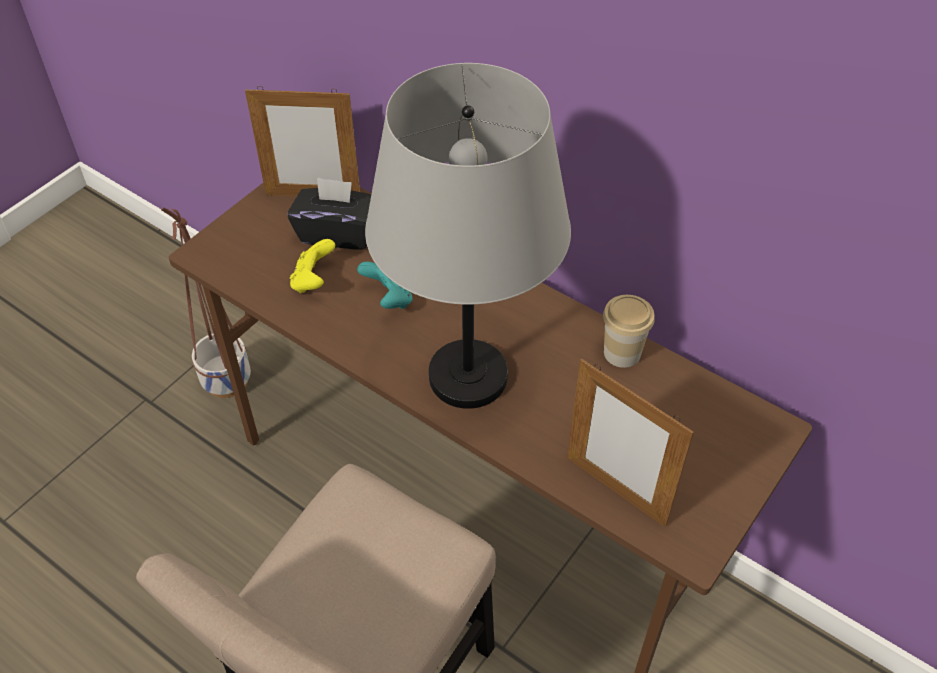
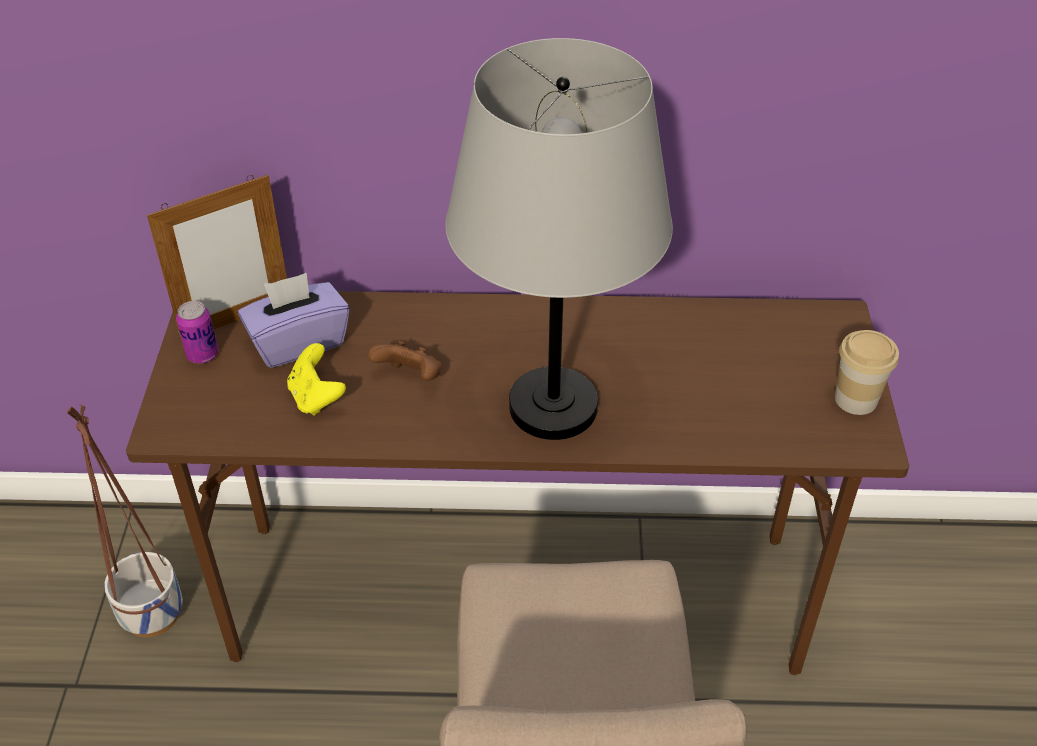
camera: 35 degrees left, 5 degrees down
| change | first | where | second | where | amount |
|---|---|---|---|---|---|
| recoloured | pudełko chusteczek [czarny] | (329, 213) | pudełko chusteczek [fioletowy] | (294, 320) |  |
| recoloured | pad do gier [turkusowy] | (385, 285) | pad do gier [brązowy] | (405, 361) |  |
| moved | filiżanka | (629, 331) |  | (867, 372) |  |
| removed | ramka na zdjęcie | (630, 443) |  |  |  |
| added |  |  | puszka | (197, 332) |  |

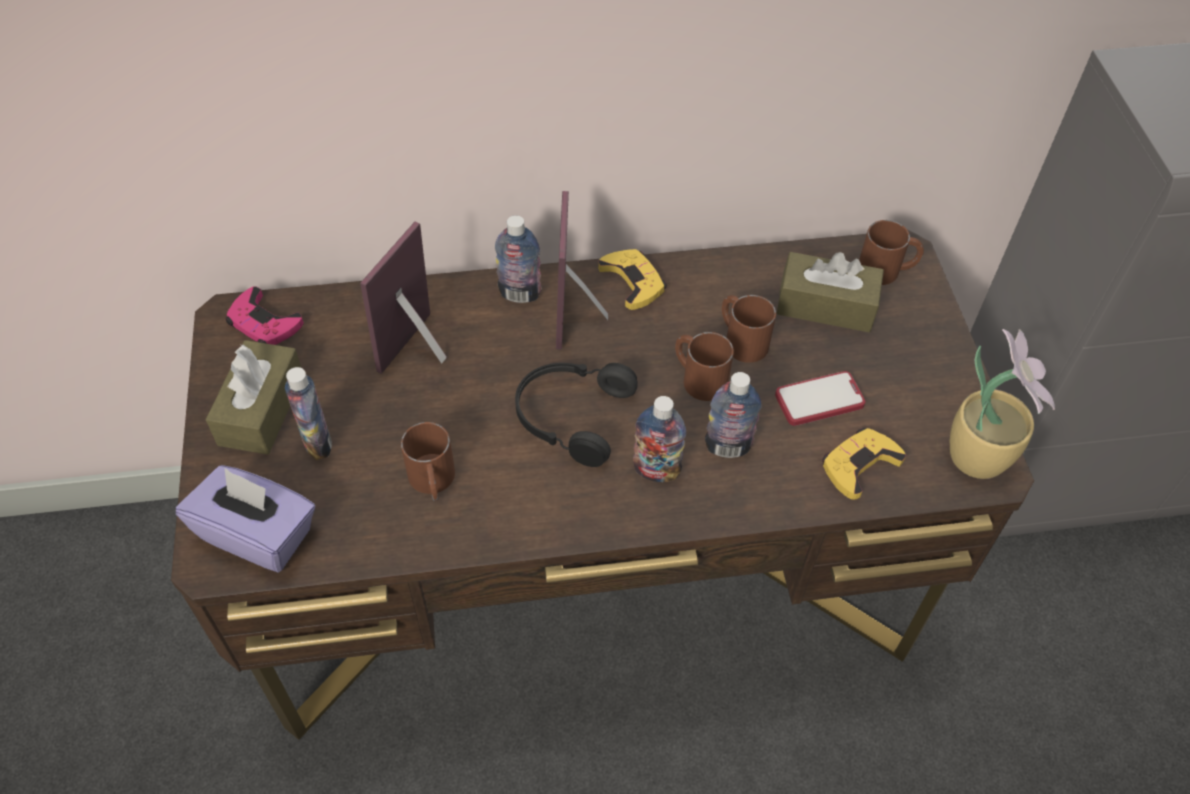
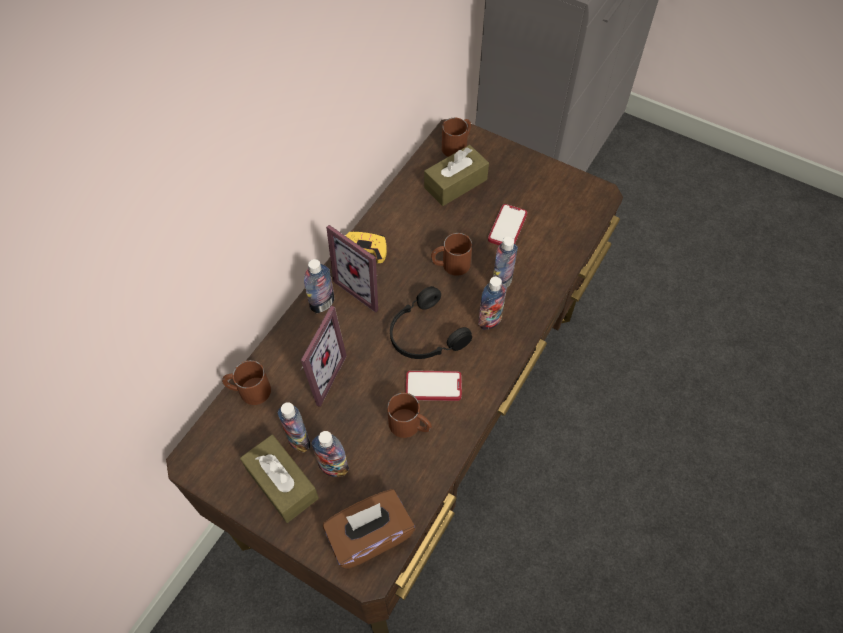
camera: 50 degrees left, 5 degrees up
| change | first | where | second | where | amount |
|---|---|---|---|---|---|
| turned | ramka na zdjęcie | (403, 298) |  | (324, 356) | 135 degrees counterclockwise |
| removed | pad do gier [różowy] | (265, 315) |  |  |  |
| moved | kubek [brązowy] | (749, 329) |  | (246, 382) |  |
| removed | roślina doniczkowa | (1002, 404) |  |  |  |
| removed | pad do gier [żółty] | (864, 464) |  |  |  |
| recoloured | pudełko chusteczek [fioletowy] | (245, 519) | pudełko chusteczek [brązowy] | (369, 529) |  |
| added |  |  | telefon | (434, 386) |  |
| added |  |  | butelka | (294, 427) |  |

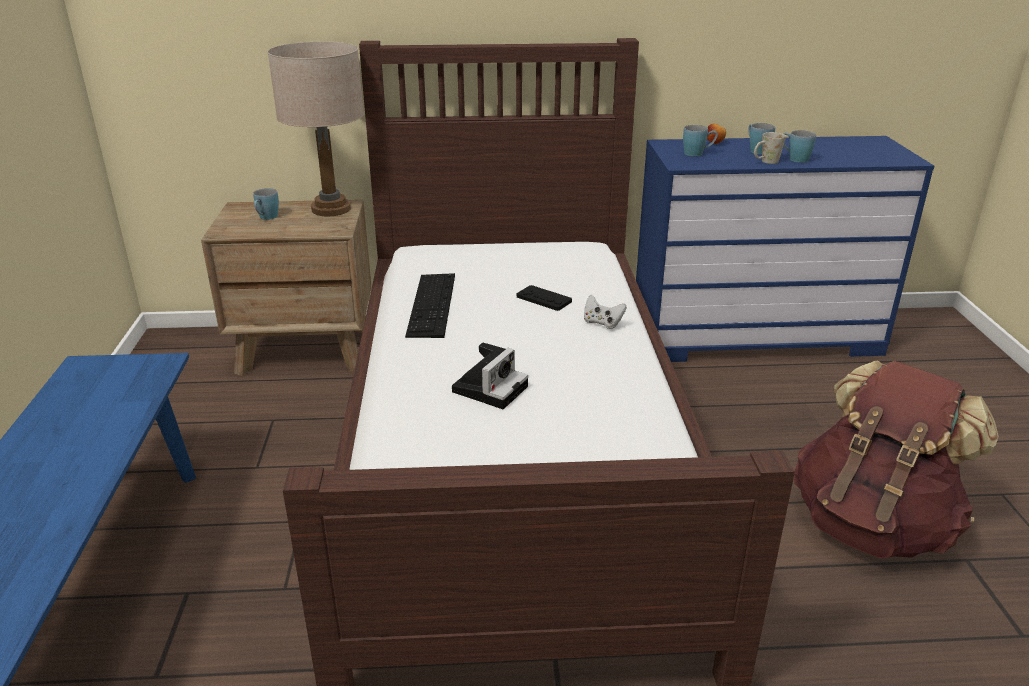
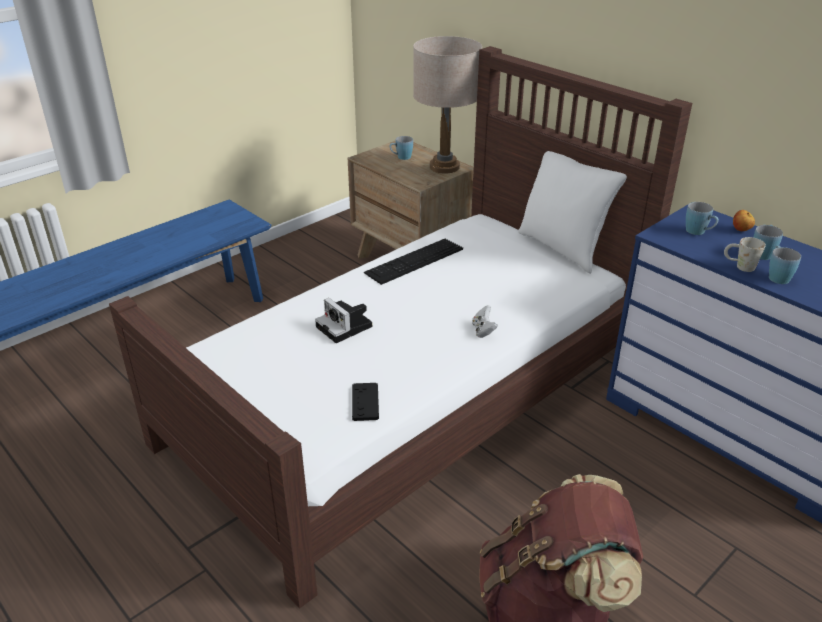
camera: 50 degrees right, 5 degrees up
| change | first | where | second | where | amount |
|---|---|---|---|---|---|
| moved | pad do gier [czarny] | (544, 298) |  | (365, 402) |  |
| turned | aparat fotograficzny | (490, 376) |  | (343, 320) | 60 degrees clockwise |
| added |  |  | poduszka [biały] | (572, 212) |  |

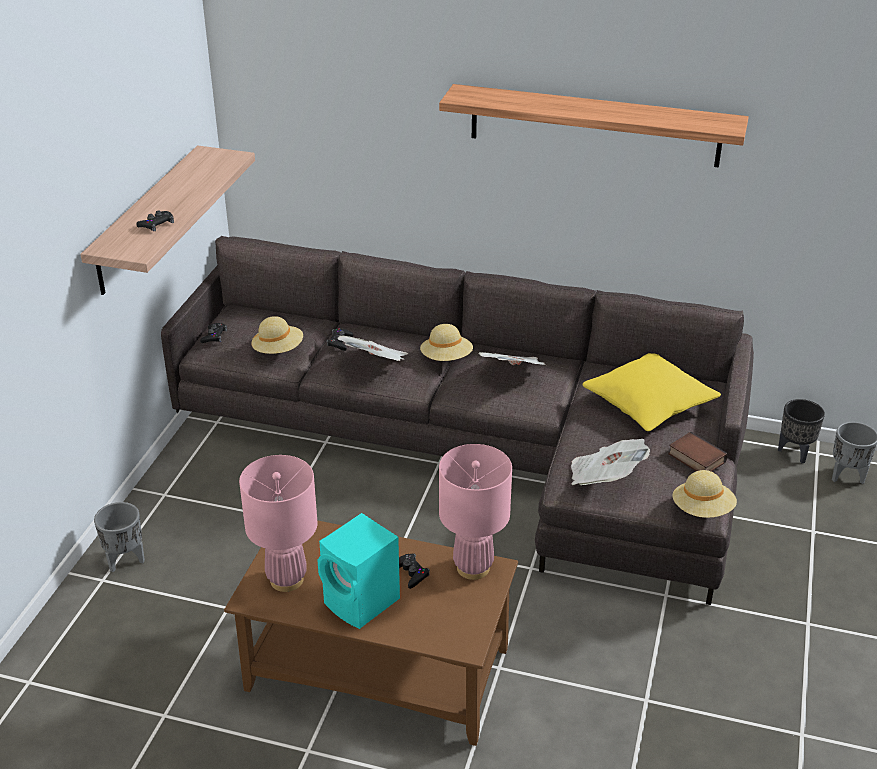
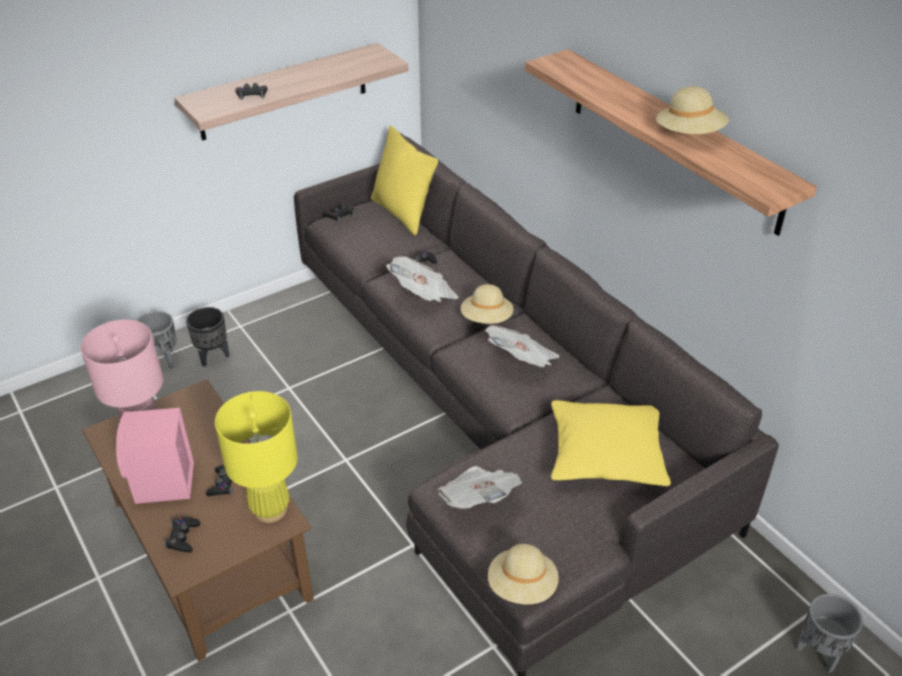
camera: 40 degrees right, 5 degrees up
| change | first | where | second | where | amount |
|---|---|---|---|---|---|
| moved | kapelusz [beżowy] | (277, 335) |  | (692, 110) |  |
| moved | donica [czarny] | (801, 431) |  | (207, 337) |  |
| removed | książka | (697, 452) |  |  |  |
| recoloured | lampa stołowa [różowy] | (475, 512) | lampa stołowa [żółty] | (256, 457) |  |
| recoloured | głośnik [turkusowy] | (358, 571) | głośnik [różowy] | (155, 456) |  |
| added |  |  | poduszka [żółty] | (404, 180) |  |
| added |  |  | pad do gier [czarny] | (182, 535) |  |

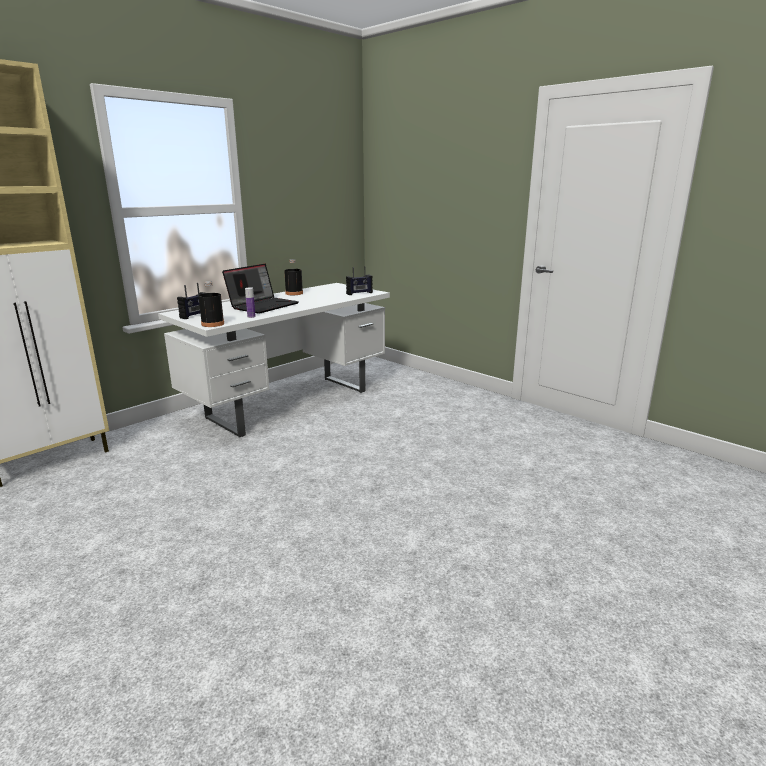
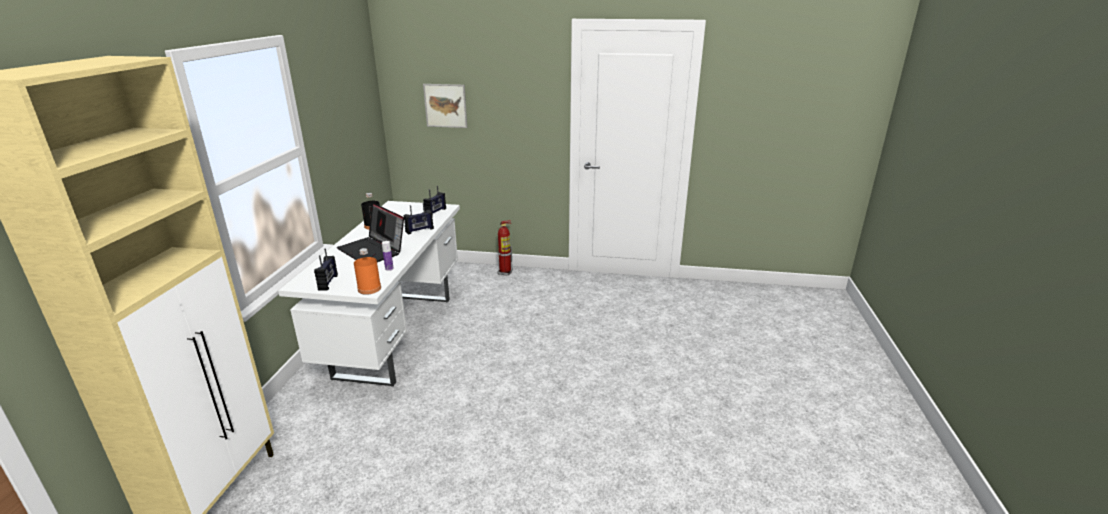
camera: 35 degrees left, 5 degrees up
| change | first | where | second | where | amount |
|---|---|---|---|---|---|
| turned | laptop | (260, 289) |  | (370, 232) | 135 degrees clockwise |
| recoloured | butelka [czarny] | (211, 304) | butelka [pomarańczowy] | (367, 271) |  |
| added |  |  | obraz | (445, 106) |  |
| added |  |  | radio | (418, 218) |  |
| added |  |  | gaśnica | (505, 248) |  |

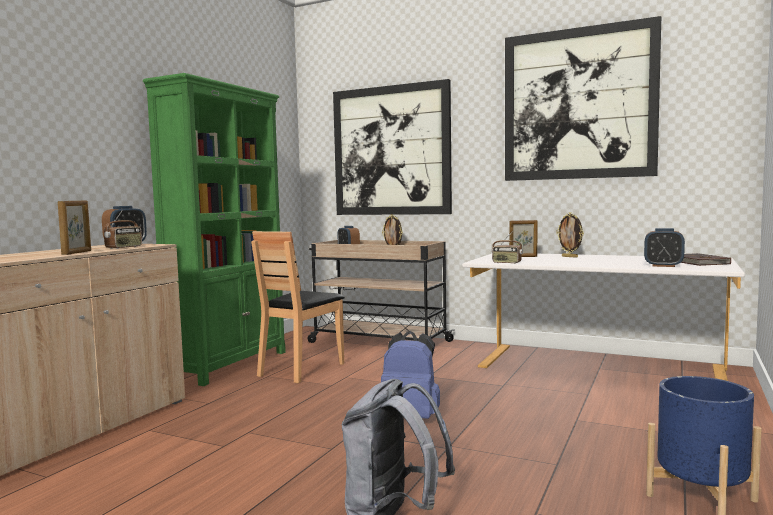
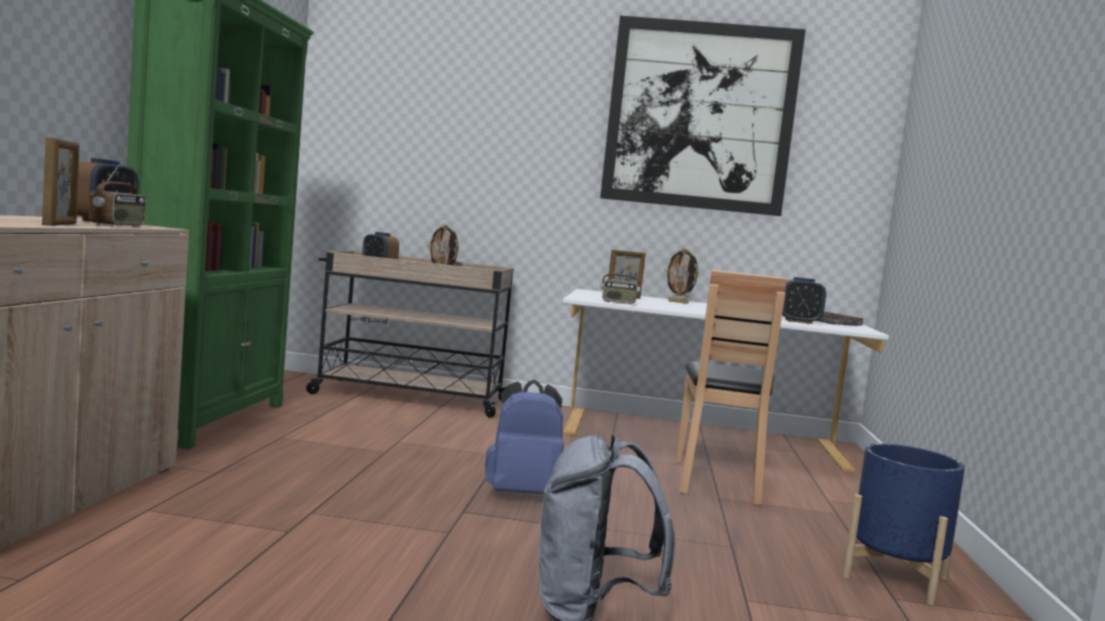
camera: 20 degrees left, 0 degrees up
| change | first | where | second | where | amount |
|---|---|---|---|---|---|
| removed | obraz | (392, 147) |  |  |  |
| moved | krzesło [brązowy] | (298, 307) |  | (731, 387) |  |

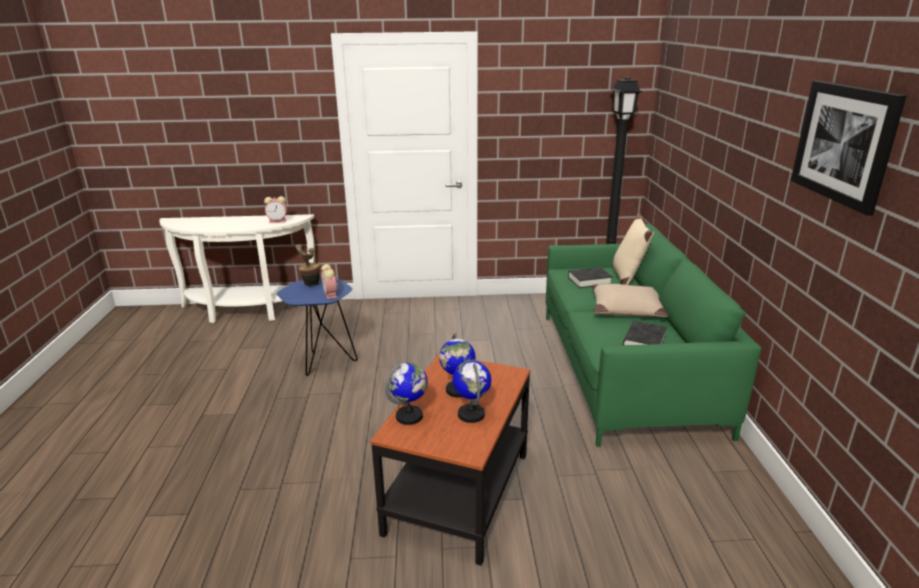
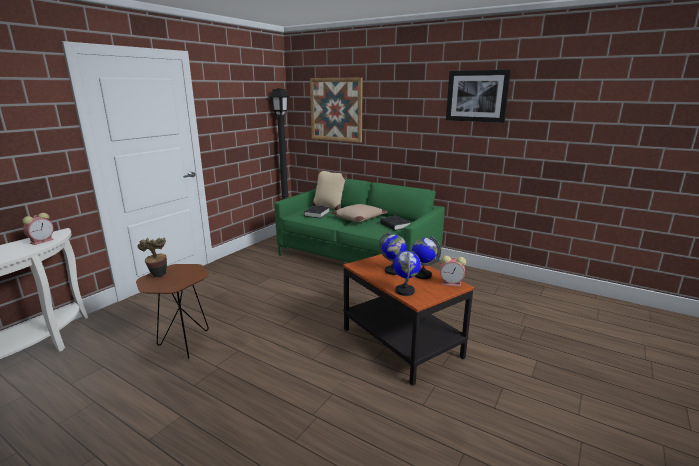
camera: 55 degrees left, 5 degrees down
| change | first | where | second | where | amount |
|---|---|---|---|---|---|
| moved | budzik | (329, 281) |  | (453, 271) |  |
| recoloured | stolik [niebieski] | (317, 327) | stolik [brązowy] | (172, 311) |  |
| added |  |  | obraz | (336, 110) |  |

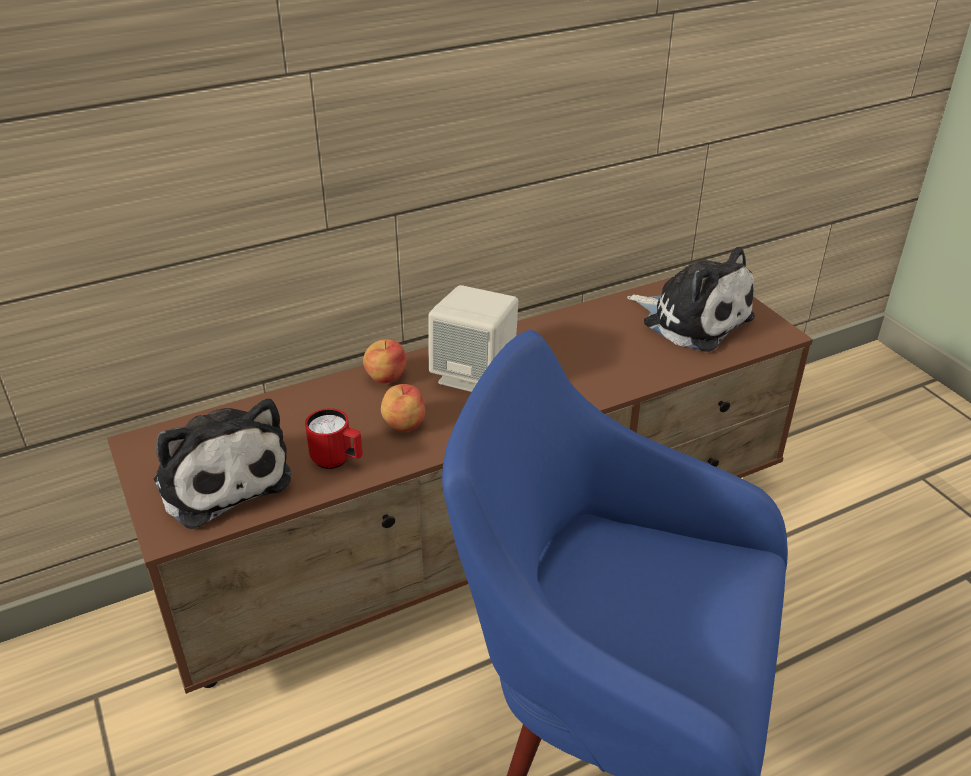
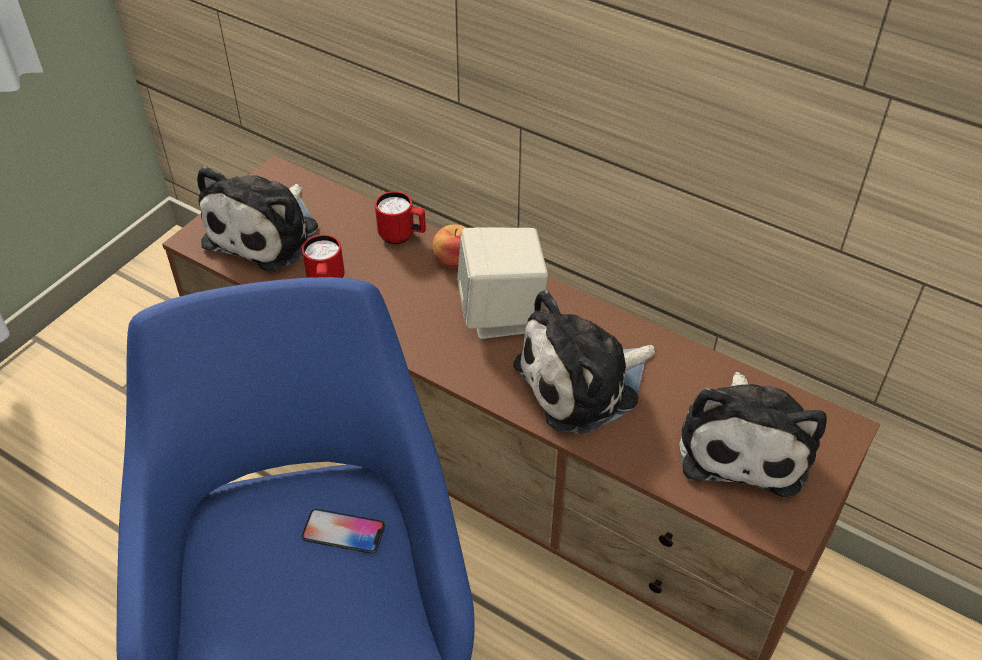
camera: 60 degrees right, 10 degrees up
| change | first | where | second | where | amount |
|---|---|---|---|---|---|
| removed | jabłko | (403, 408) |  |  |  |
| added |  |  | kubek [czerwony] | (400, 217) |  |
| added |  |  | pluszak | (584, 362) |  |
| added |  |  | telefon | (343, 531) |  |

